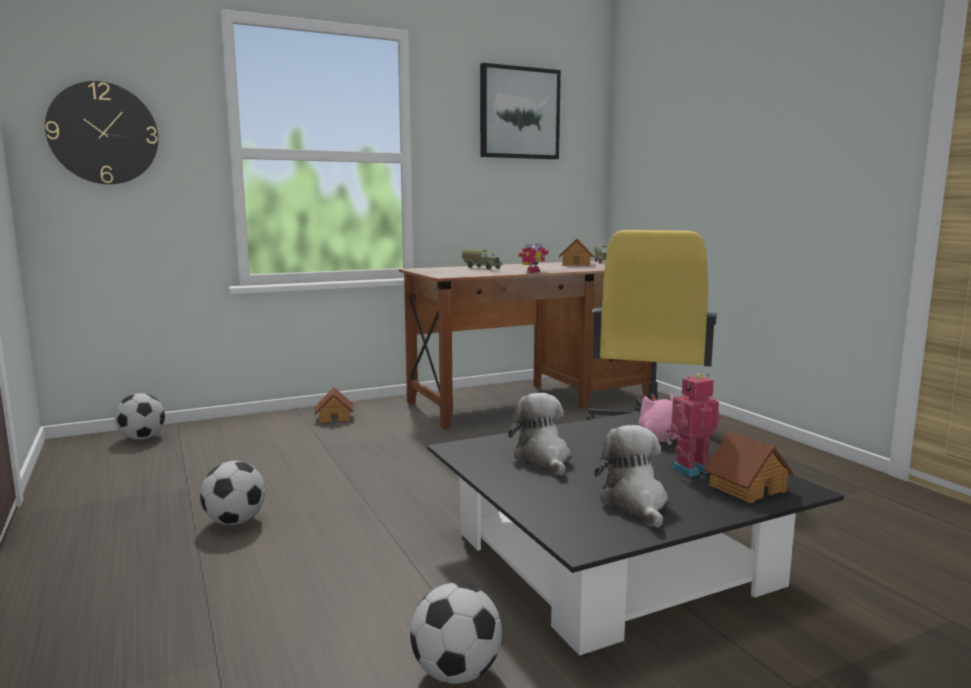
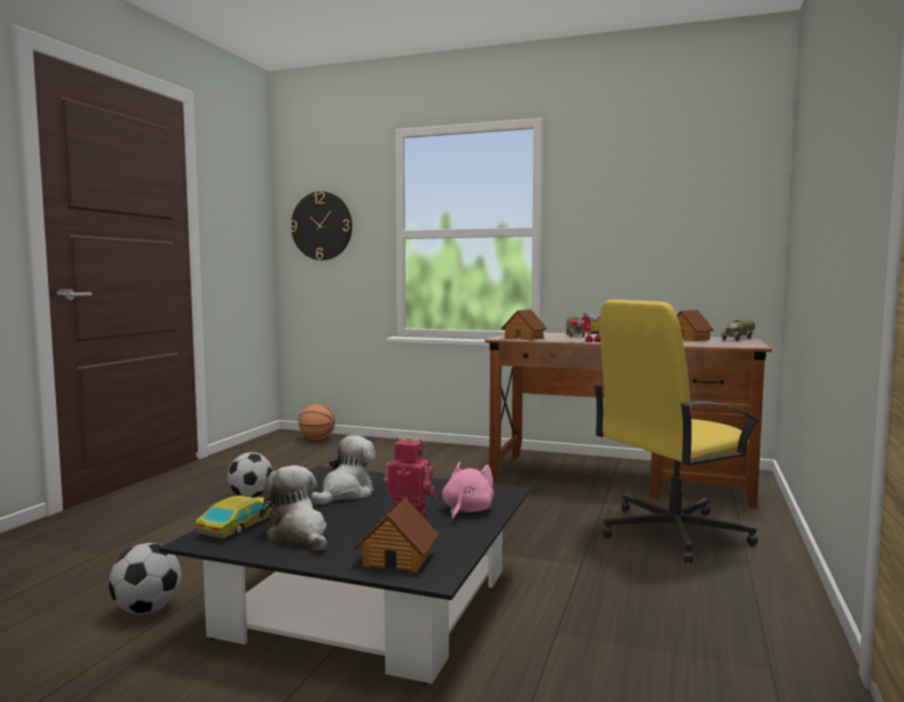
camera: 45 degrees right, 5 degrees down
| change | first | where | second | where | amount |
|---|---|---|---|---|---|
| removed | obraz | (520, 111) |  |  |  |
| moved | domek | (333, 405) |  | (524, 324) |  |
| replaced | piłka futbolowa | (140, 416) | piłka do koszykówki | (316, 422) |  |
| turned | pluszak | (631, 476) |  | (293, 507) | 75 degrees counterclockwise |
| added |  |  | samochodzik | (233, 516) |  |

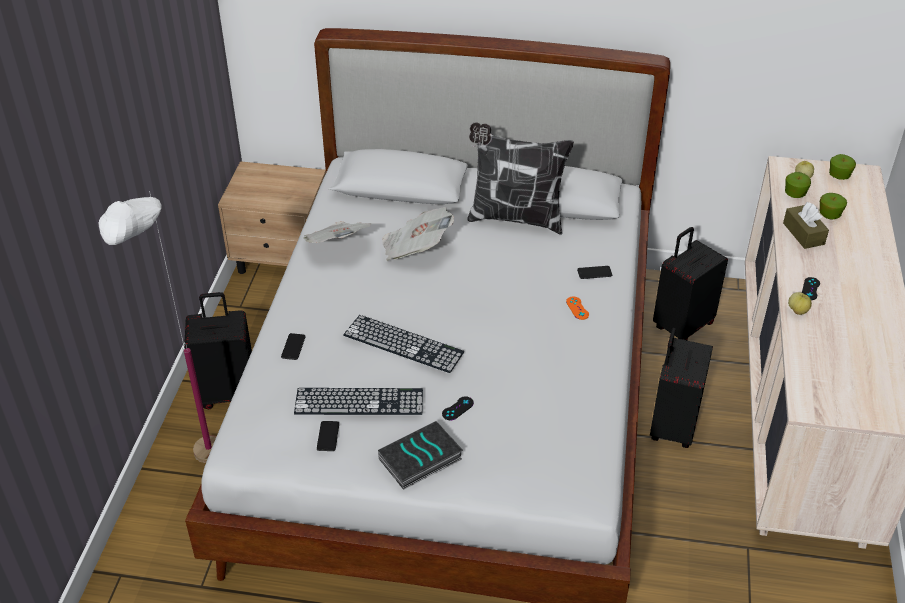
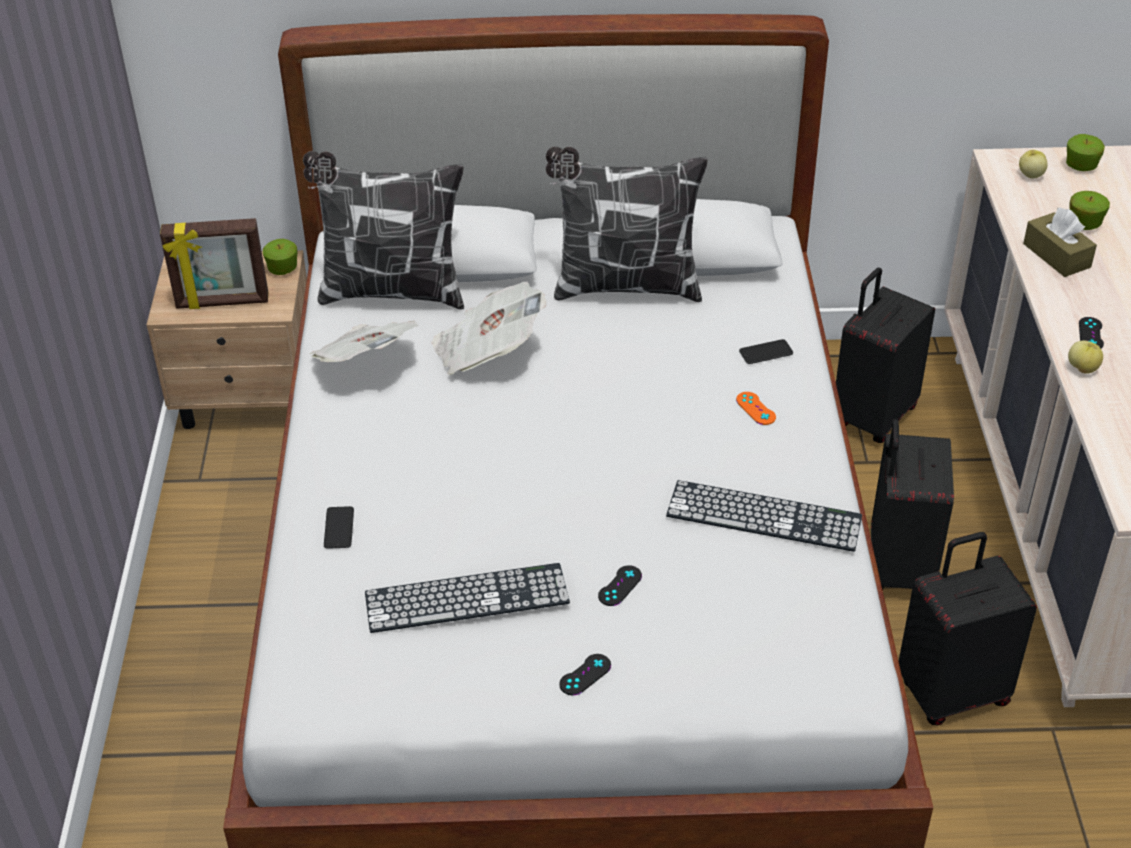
camera: 10 degrees left, 0 degrees up
| change | first | where | second | where | amount |
|---|---|---|---|---|---|
| moved | jabłko | (798, 185) |  | (280, 257) |  |
| removed | lampa stojąca [biały] | (158, 327) |  |  |  |
| moved | walizka [czarny] | (218, 350) |  | (968, 629) |  |
| moved | klawiatura | (403, 344) |  | (764, 516) |  |
| removed | telefon | (328, 436) |  |  |  |
| replaced | książka | (420, 455) | pad do gier [czarny] | (585, 674) |  |
| added |  |  | poduszka | (383, 230) |  |
| added |  |  | ramka na zdjęcie | (214, 263) |  |

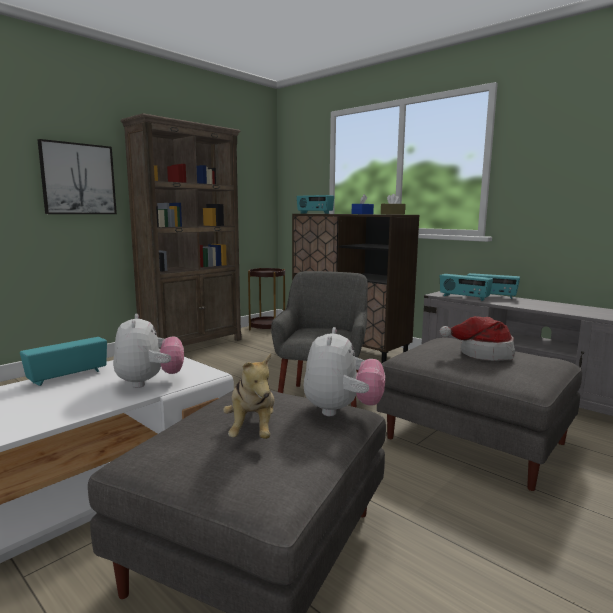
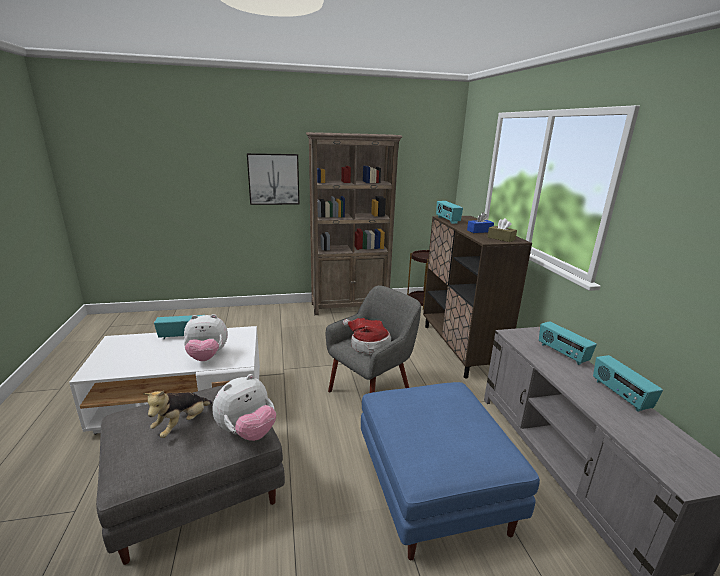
camera: 35 degrees right, 10 degrees up
| change | first | where | second | where | amount |
|---|---|---|---|---|---|
| moved | radio | (466, 287) |  | (628, 383) |  |
| turned | pluszak | (148, 351) |  | (206, 337) | 60 degrees clockwise |
| moved | kapelusz | (477, 338) |  | (367, 336) |  |
| recoloured | pufa [szary] | (479, 414) | pufa [niebieski] | (450, 471) |  |

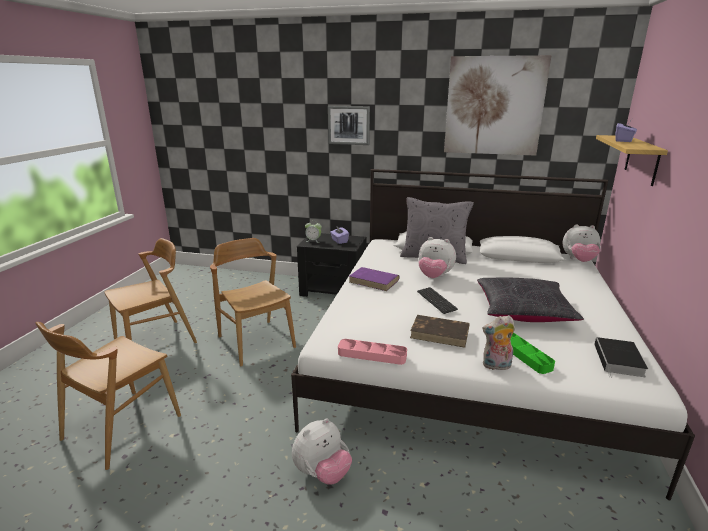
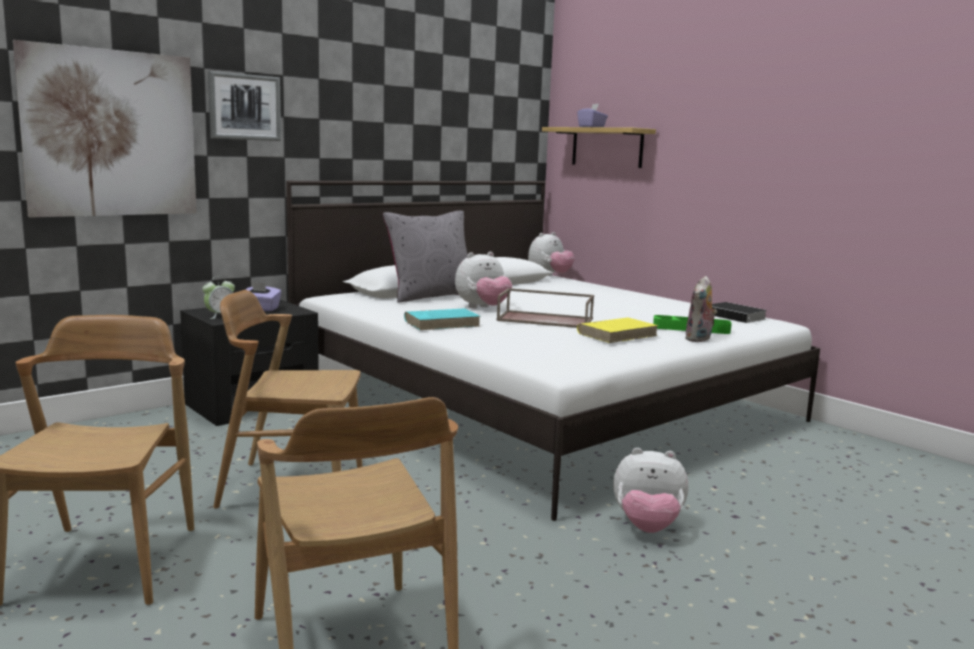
camera: 55 degrees left, 10 degrees down
| change | first | where | second | where | amount |
|---|---|---|---|---|---|
| moved | obraz | (497, 105) |  | (105, 128) |  |
| recoloured | książka [fioletowy] | (374, 279) | książka [turkusowy] | (442, 319) |  |
| removed | poduszka [czarny] | (530, 300) |  |  |  |
| replaced | klawiatura | (437, 300) | taca [brązowy] | (545, 308) |  |
| recoloured | książka [brązowy] | (440, 331) | książka [żółty] | (618, 330) |  |
| removed | taca [różowy] | (372, 352) |  |  |  |
| turned | pluszak | (322, 451) |  | (651, 490) | 105 degrees clockwise |

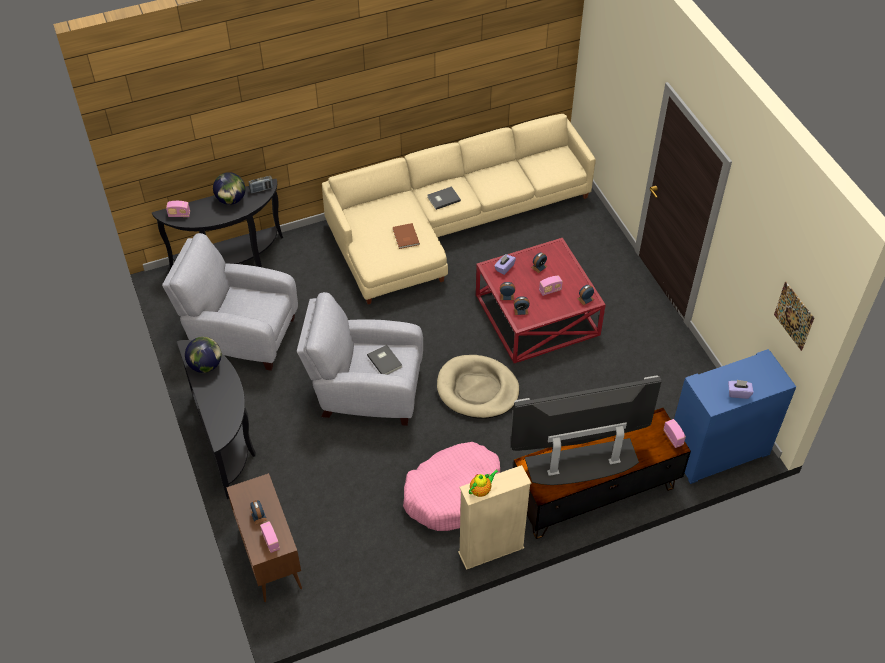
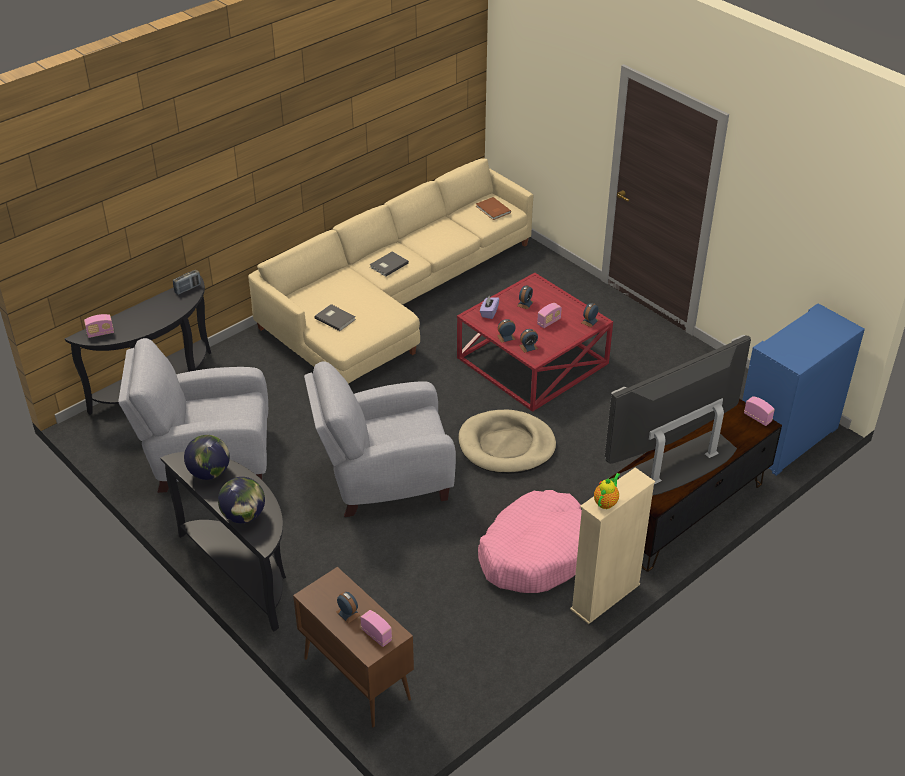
camera: 20 degrees left, 10 degrees down
| change | first | where | second | where | amount |
|---|---|---|---|---|---|
| moved | globus | (229, 188) |  | (241, 500) |  |
| moved | książka [brązowy] | (406, 236) |  | (493, 208) |  |
| removed | obraz | (794, 316) |  |  |  |
| moved | książka [szary] | (384, 360) |  | (335, 317) |  |
| removed | pudełko chusteczek [fioletowy] | (741, 389) |  |  |  |

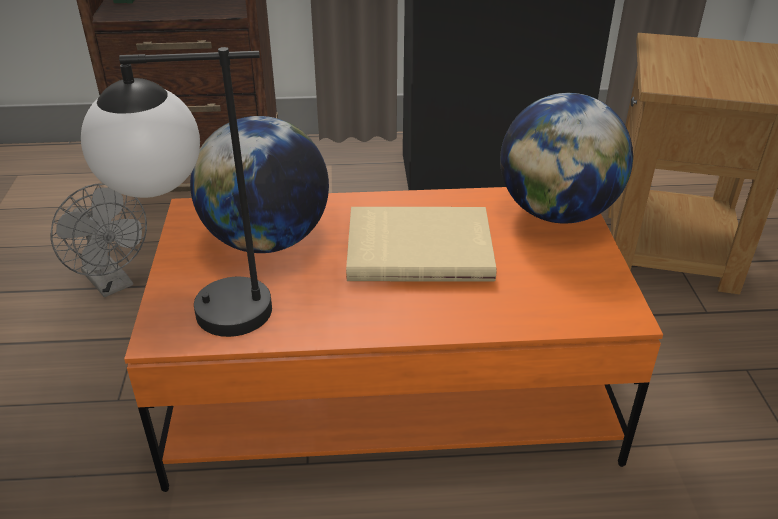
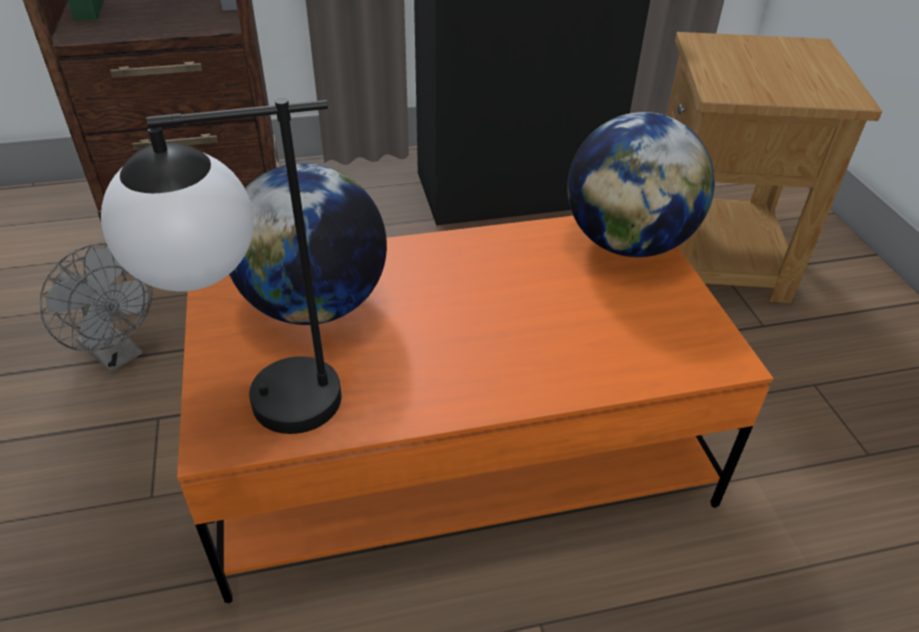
camera: 10 degrees left, 5 degrees up
| change | first | where | second | where | amount |
|---|---|---|---|---|---|
| removed | książka [beżowy] | (421, 244) |  |  |  |

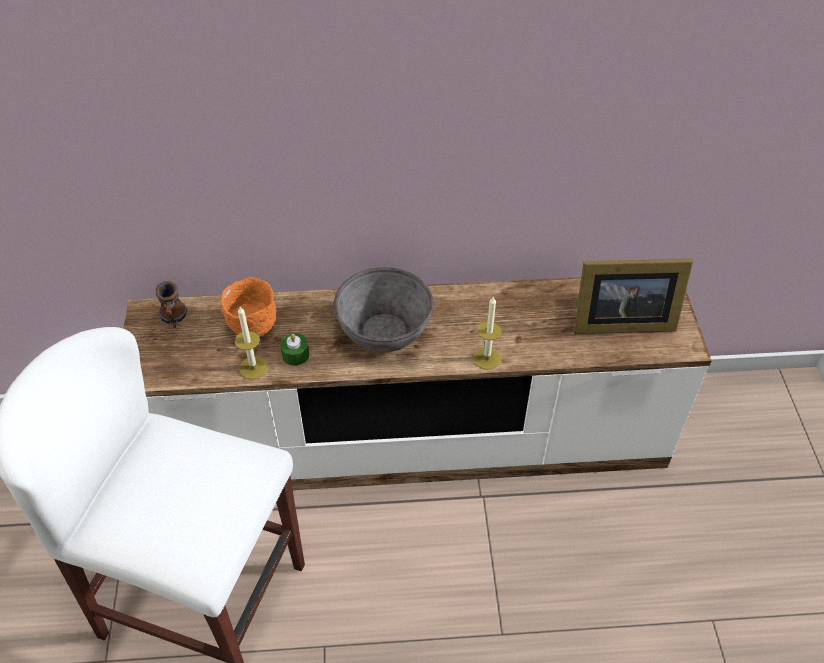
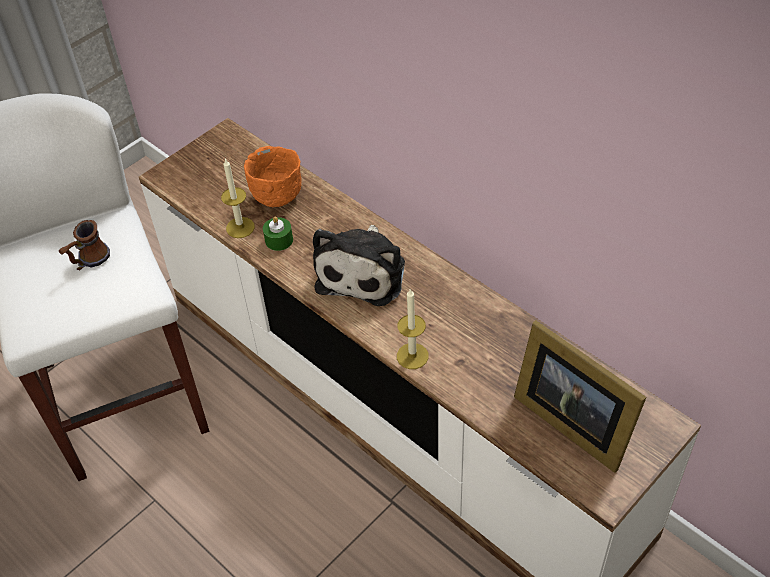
camera: 50 degrees right, 0 degrees up
| change | first | where | second | where | amount |
|---|---|---|---|---|---|
| replaced | miska [szary] | (384, 309) | pluszak | (359, 265) |  |
| moved | kubek | (171, 304) |  | (84, 245) |  |

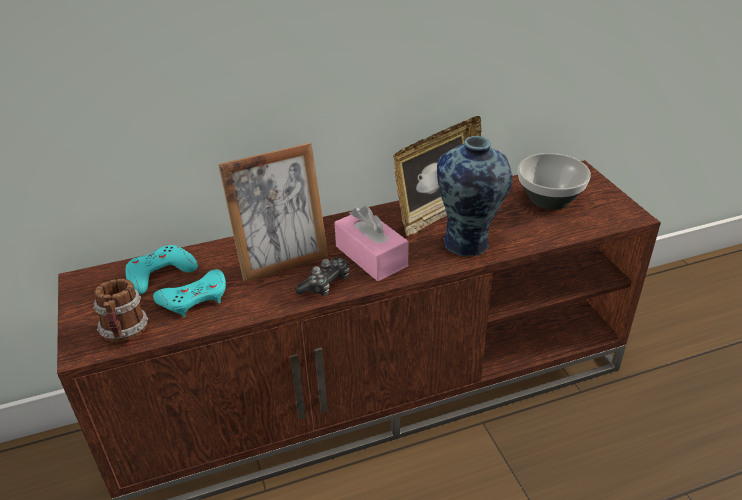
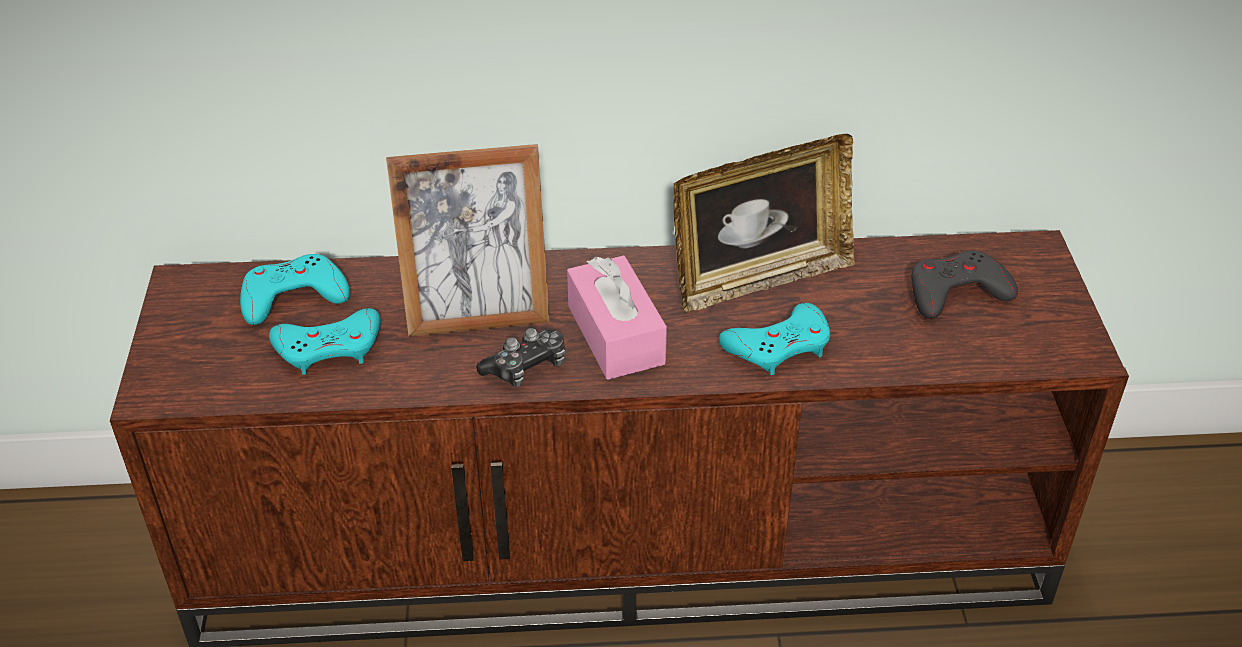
camera: 15 degrees right, 5 degrees up
| change | first | where | second | where | amount |
|---|---|---|---|---|---|
| replaced | wazon | (475, 196) | pad do gier [turkusowy] | (774, 339) |  |
| replaced | miska | (554, 181) | pad do gier [szary] | (964, 284) |  |
| removed | kubek | (120, 310) |  |  |  |

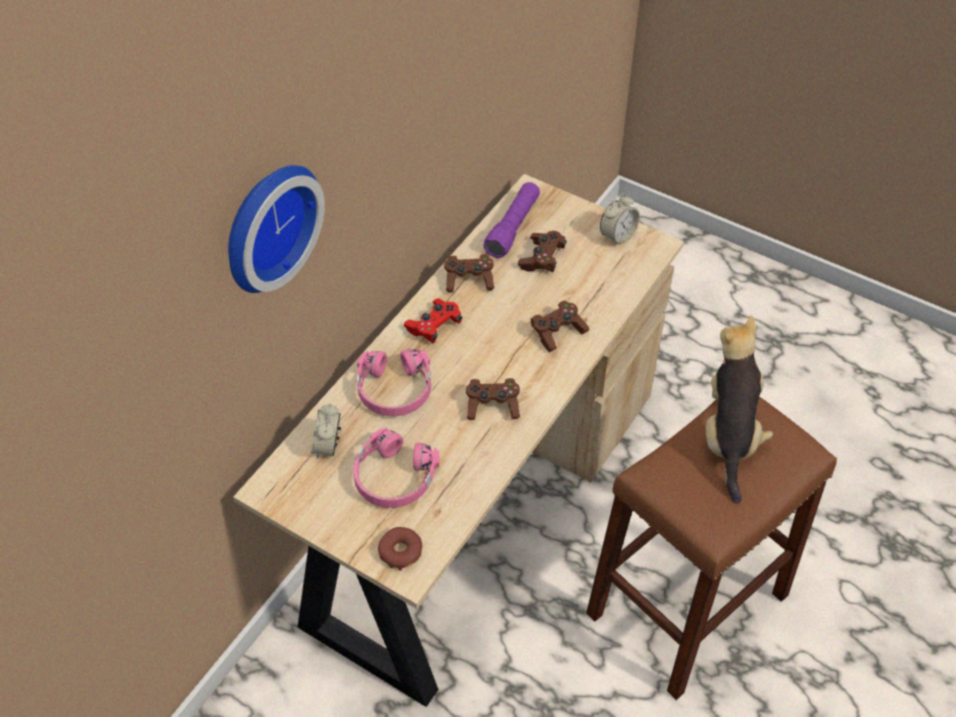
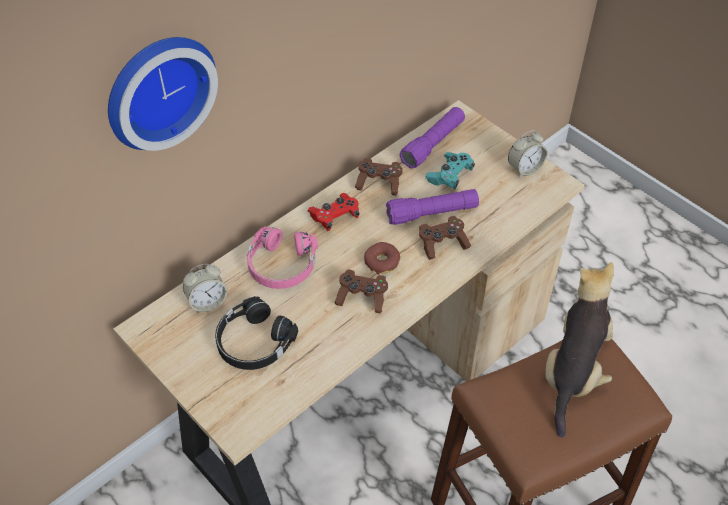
camera: 15 degrees right, 0 degrees up
| change | first | where | second | where | amount |
|---|---|---|---|---|---|
| recoloured | pad do gier [brązowy] | (542, 251) | pad do gier [turkusowy] | (450, 170) |  |
| turned | budzik | (326, 431) |  | (205, 288) | 135 degrees counterclockwise |
| recoloured | słuchawki [różowy] | (396, 468) | słuchawki [czarny] | (256, 333) |  |
| moved | donut | (400, 549) |  | (382, 258) |  |
| added |  |  | latarka [fioletowy] | (432, 207) |  |

